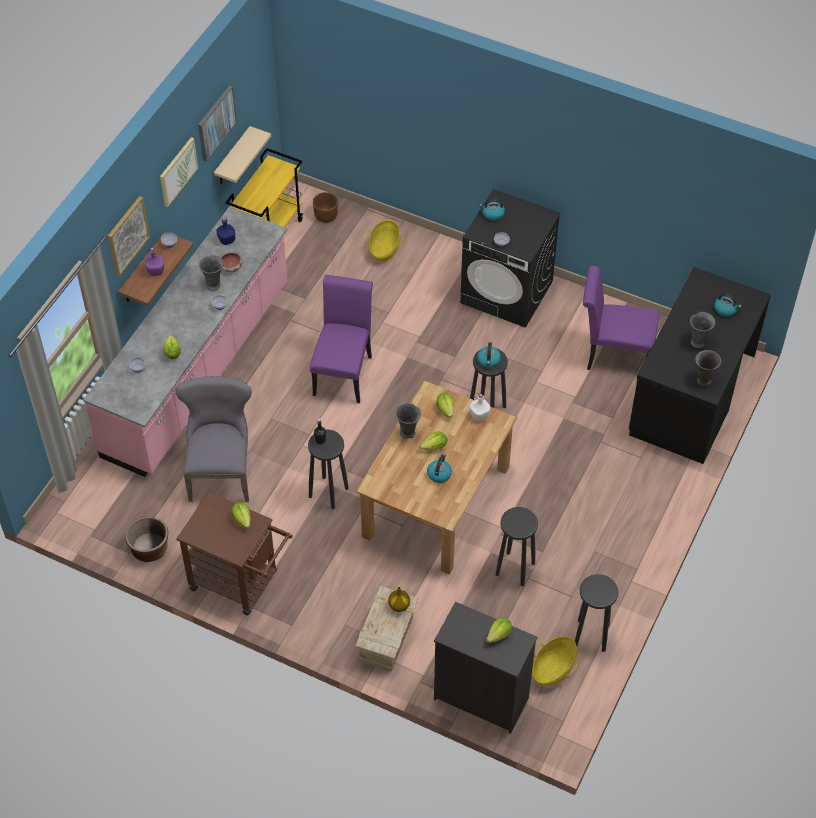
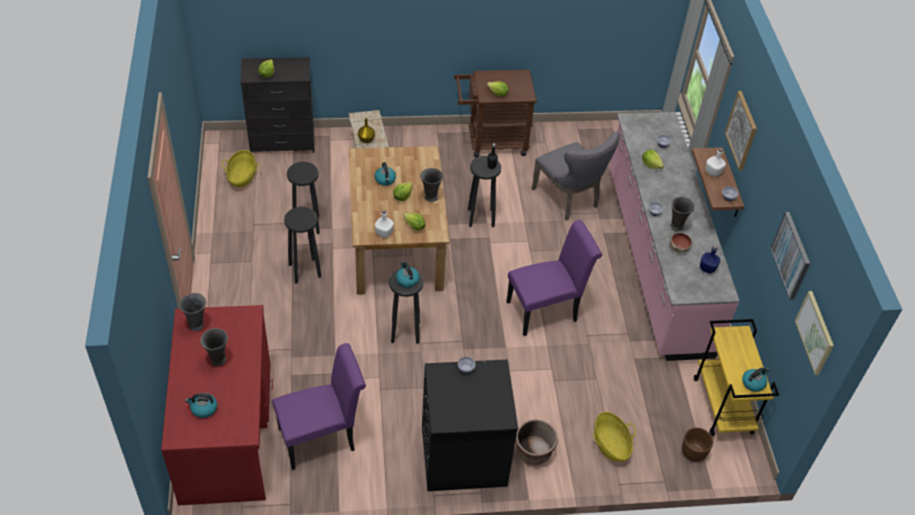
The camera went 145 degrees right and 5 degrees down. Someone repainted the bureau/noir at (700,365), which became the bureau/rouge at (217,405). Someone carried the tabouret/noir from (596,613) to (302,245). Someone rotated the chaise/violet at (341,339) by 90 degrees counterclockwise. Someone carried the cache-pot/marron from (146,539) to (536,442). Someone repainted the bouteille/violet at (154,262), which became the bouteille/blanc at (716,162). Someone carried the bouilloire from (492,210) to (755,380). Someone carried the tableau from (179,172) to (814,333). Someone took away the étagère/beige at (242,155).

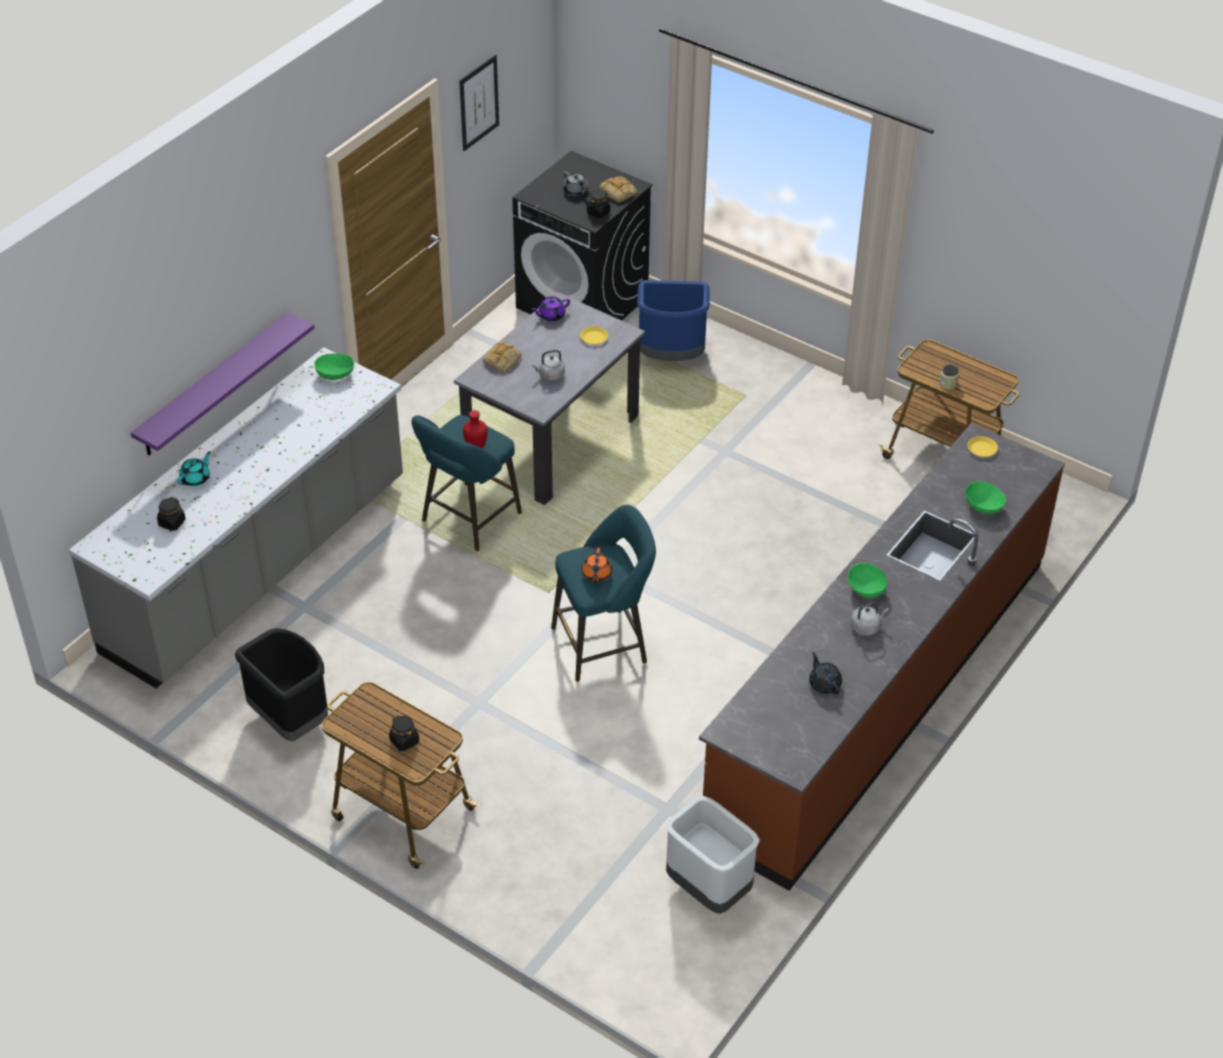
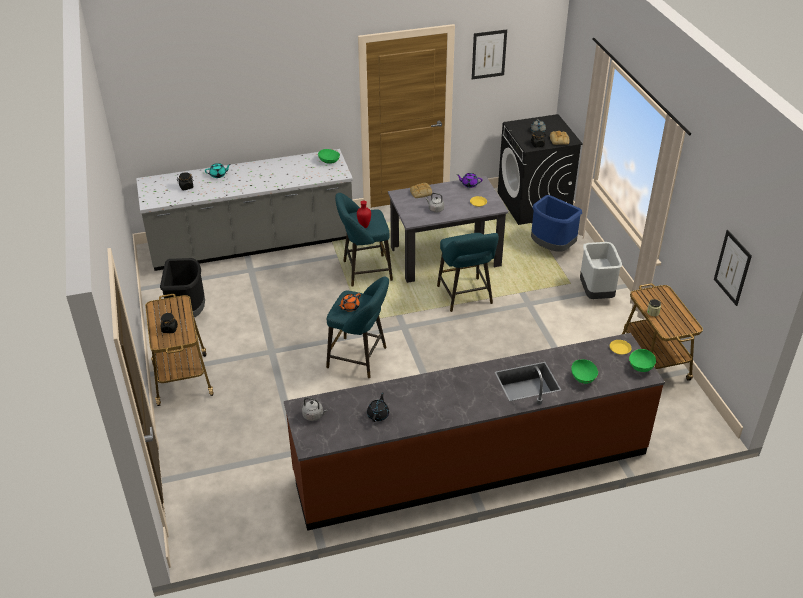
The camera went 40 degrees right and 5 degrees down. Someone carried the bouilloire/gris from (870,619) to (314,409). Someone put down the tabouret/turquoise at (468,272). Someone carried the poubelle/gris from (713,855) to (601,270). Someone carried the bol/vert from (867,580) to (642,360). Someone put up the tableau at (733,268). Someone took away the étagère/violet at (222,384).

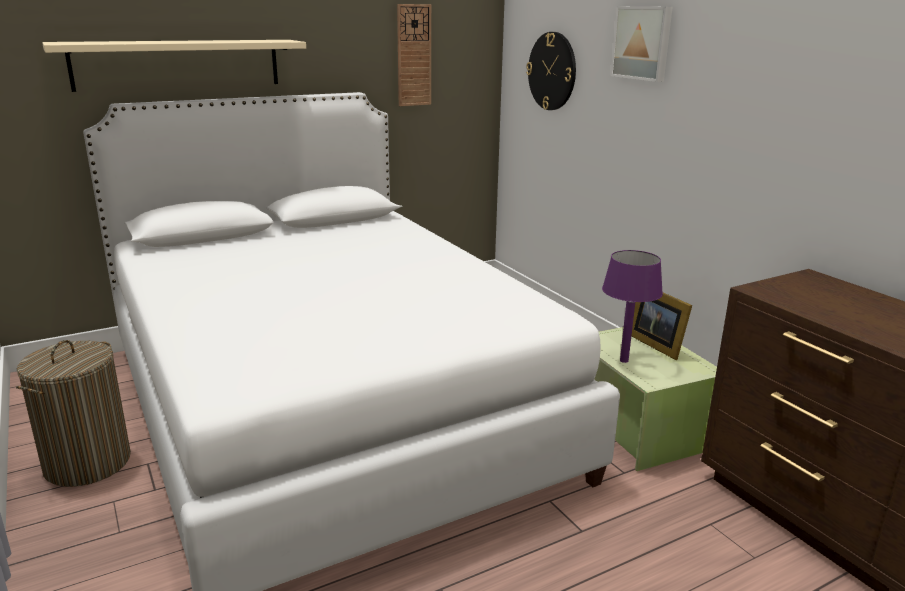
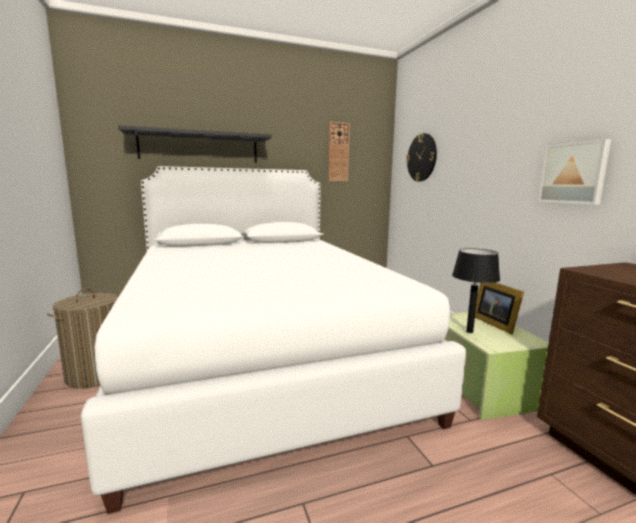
The camera went 10 degrees right and 10 degrees down. Someone repainted the étagère/beige at (174,66), which became the étagère/noir at (194,144). Someone repainted the lampe de table/violet at (632,306), which became the lampe de table/noir at (476,290). Someone carried the tableau from (642,44) to (574,172).

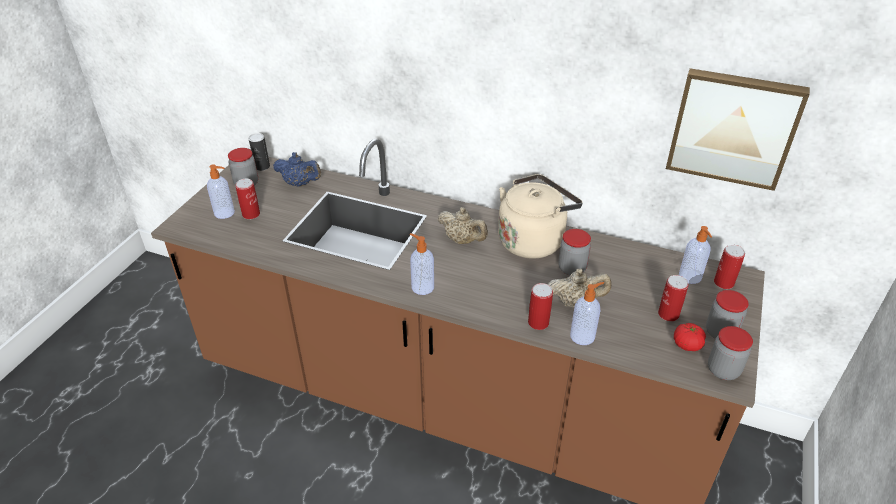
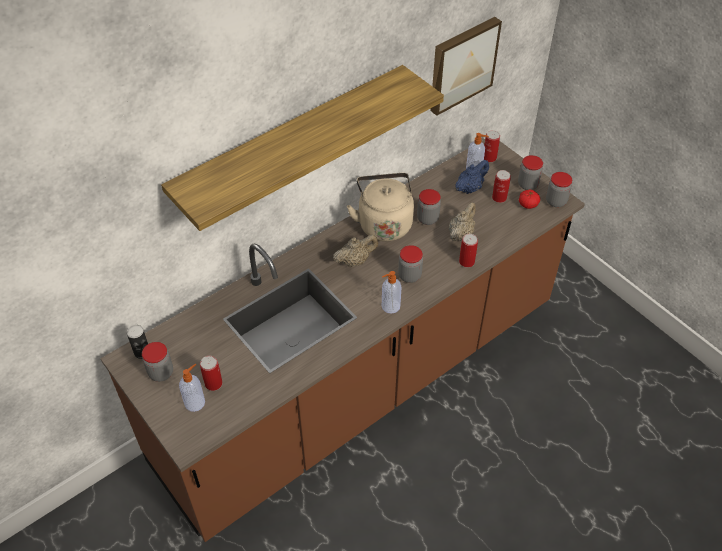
The camera went 60 degrees left and 10 degrees up. Someone put up the étagère at (302,148). Someone put down the bocal at (410,264). Someone carried the théière/bleu from (297,169) to (472,177). Someone took away the distributeur de savon at (587,313).

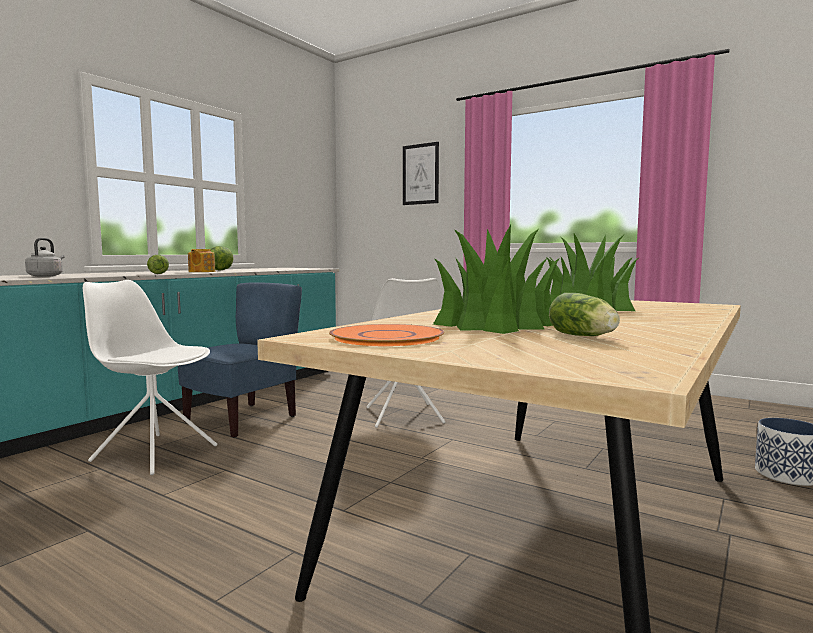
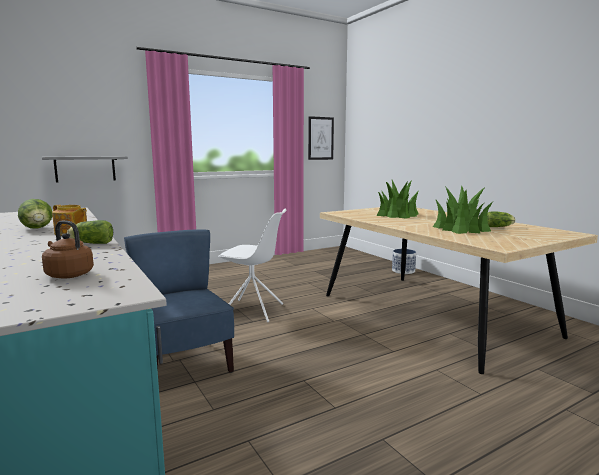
The camera went 65 degrees left and 5 degrees up. Someone put up the étagère/gris at (85,169). Someone repainted the bouilloire/gris at (45,257), which became the bouilloire/marron at (68,249). Someone carried the tableau from (421,173) to (321,138). Someone took away the chaise/blanc at (150,377). Someone took away the assiette/orange at (387,335).

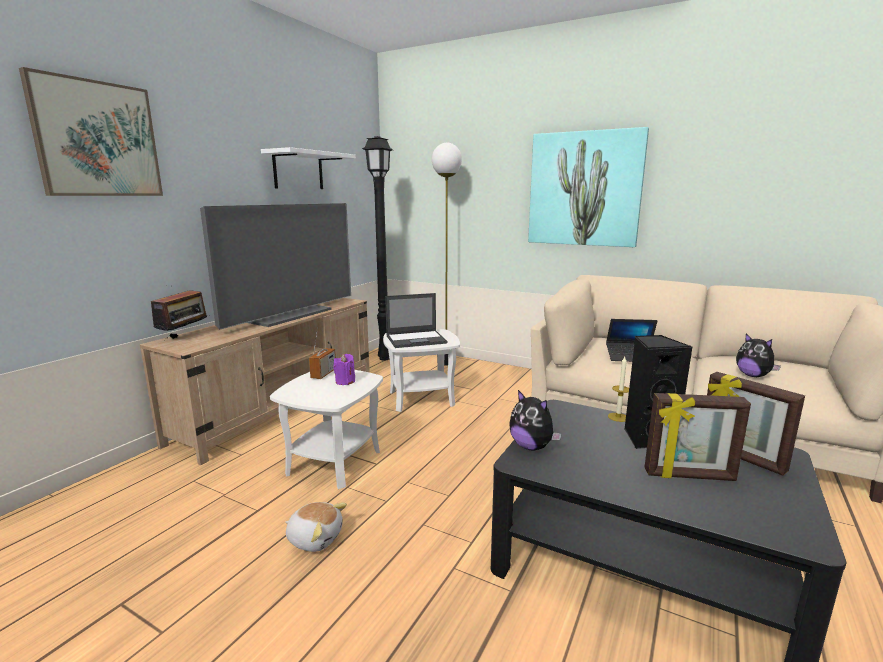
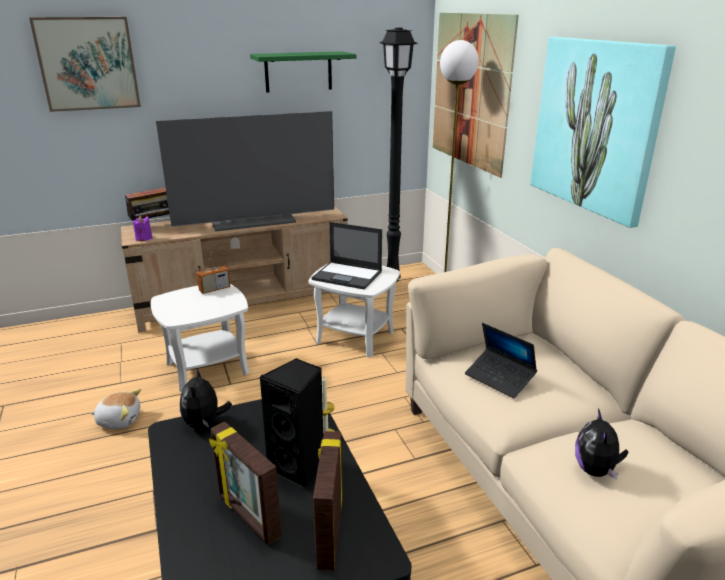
The camera went 40 degrees right and 10 degrees up. Someone rotated the peluche at (316,527) by 60 degrees counterclockwise. Someone carried the bougie/violet from (344,369) to (143,228). Someone repainted the étagère/blanc at (308,168), which became the étagère/vert at (303,72). Someone put up the tableau at (476,95).

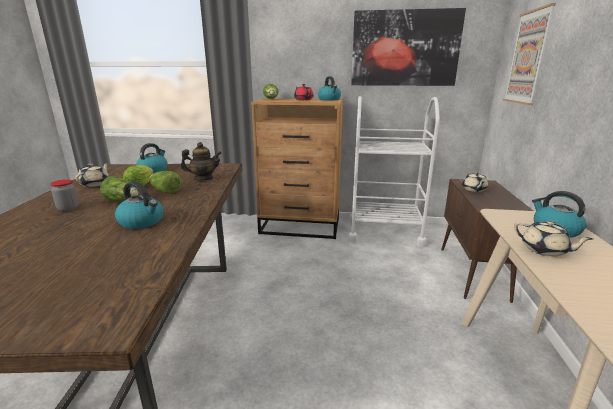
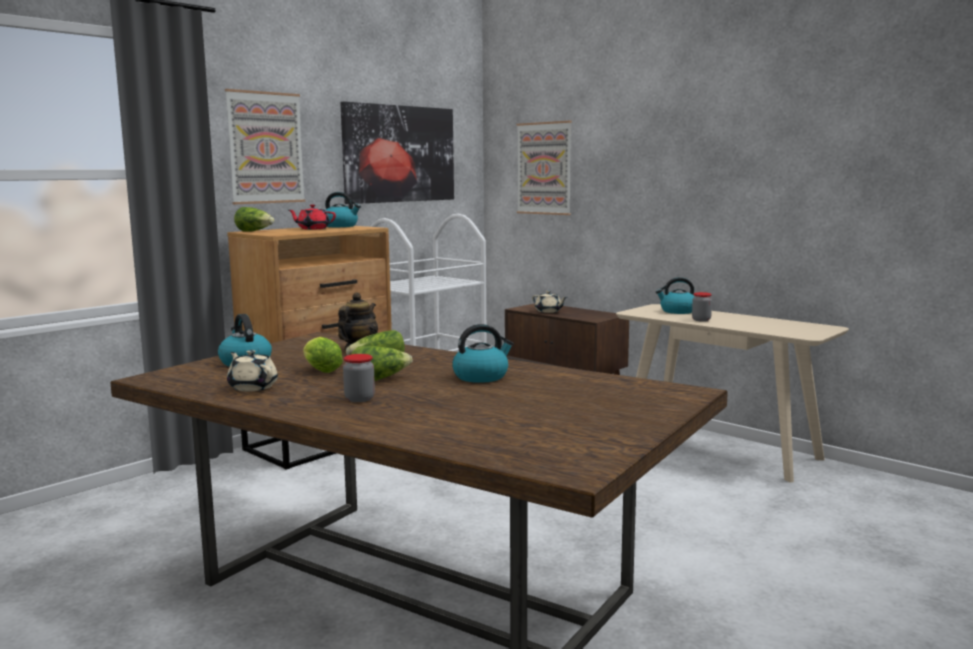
The camera went 55 degrees left and 10 degrees down. Someone put up the tableau at (265,146). Someone swapped the théière/beige at (553,239) for the bocal at (702,307).

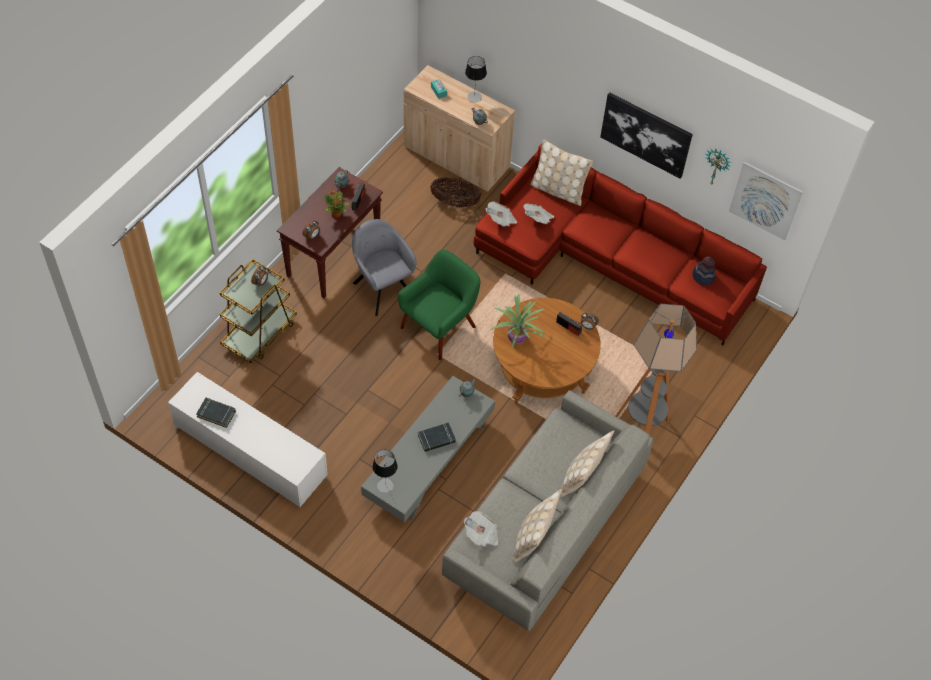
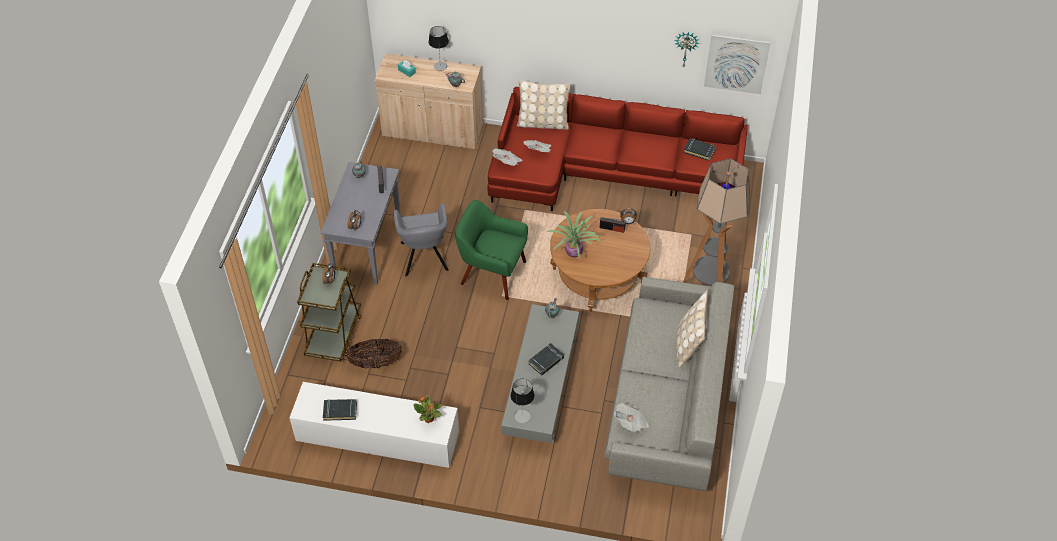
The camera went 20 degrees left and 5 degrees down. Someone repainted the table console/marron at (330,232), which became the table console/gris at (361,223). Someone carried the panier from (456,192) to (374,353). Someone rotated the fauteuil/gris at (384,267) by 135 degrees counterclockwise. Someone carried the plante en pot from (337,203) to (428,409). Someone rotated the fauteuil/vert at (439,305) by 90 degrees counterclockwise. Someone swapped the chapeau at (704,270) for the livre/noir at (700,149). Someone took away the coussin/beige at (537,526). Someone took away the tableau at (646,135).

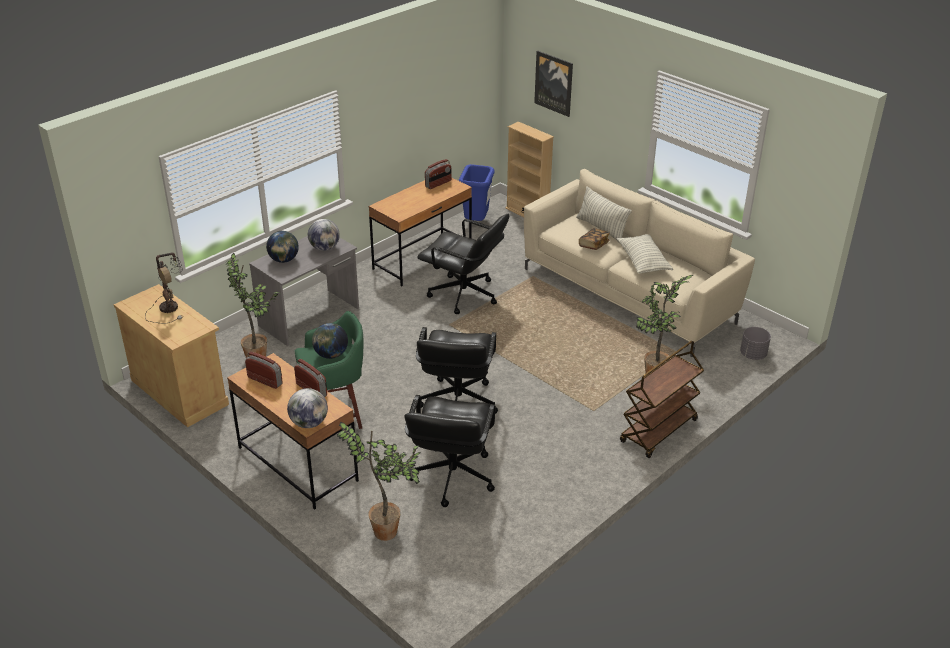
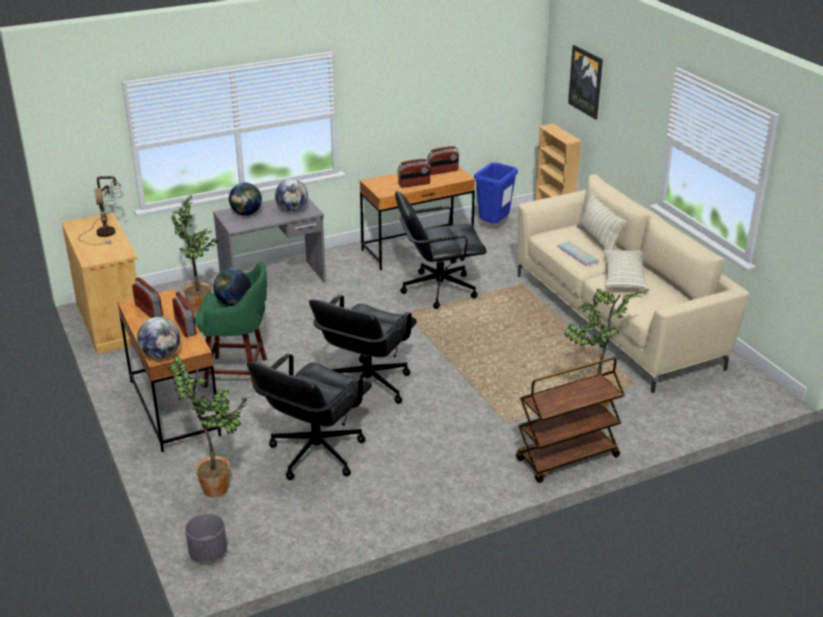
The camera went 20 degrees right and 5 degrees down. Someone carried the cache-pot/gris from (755,343) to (206,538). Someone rotated the chaise de bureau/noir at (463,264) by 120 degrees clockwise. Someone put down the radio at (414,173). Someone swapped the livre at (594,239) for the clavier at (578,253).

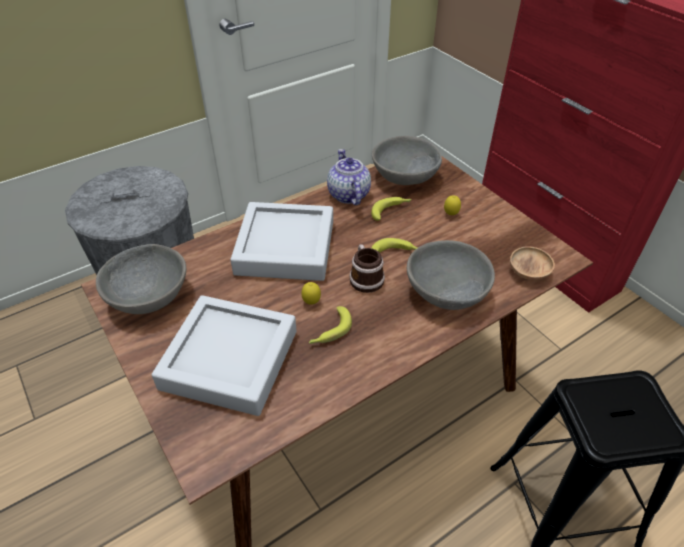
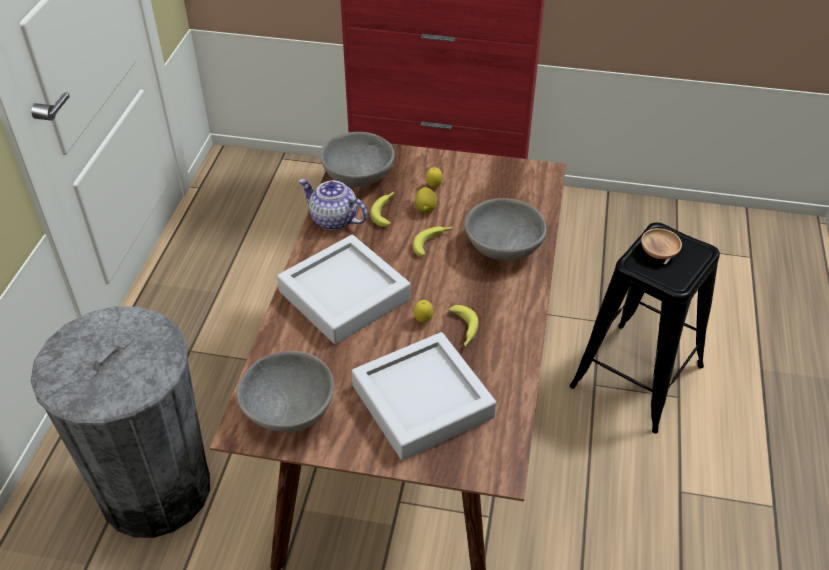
The camera went 45 degrees left and 0 degrees up. Someone put down the citron at (426,200). Someone carried the bol/marron from (532,263) to (661,243). Someone took away the mug at (367,268).

